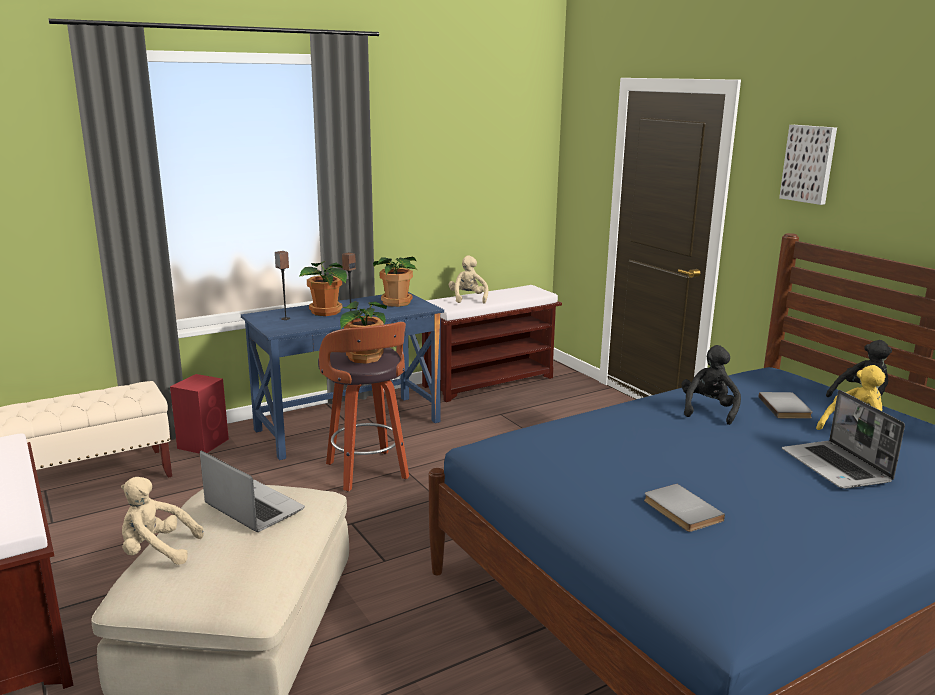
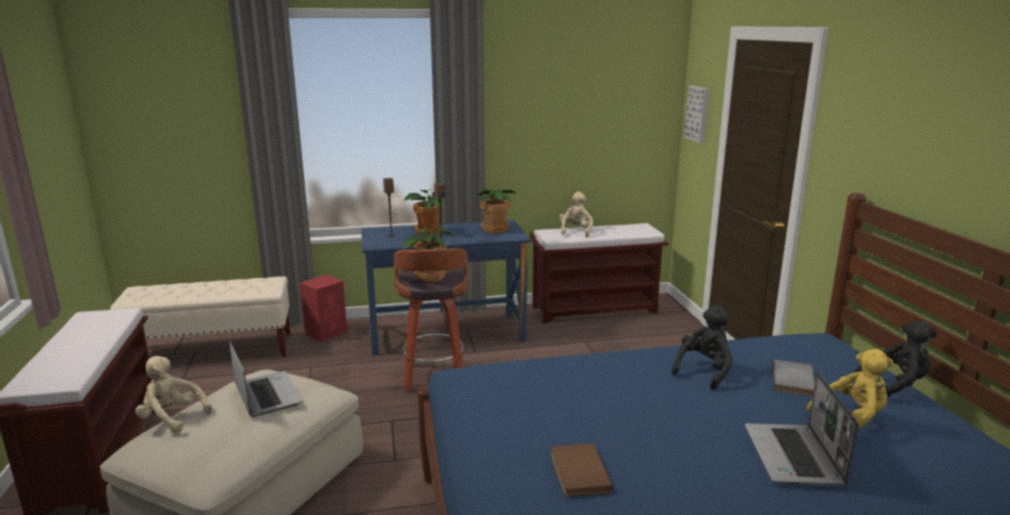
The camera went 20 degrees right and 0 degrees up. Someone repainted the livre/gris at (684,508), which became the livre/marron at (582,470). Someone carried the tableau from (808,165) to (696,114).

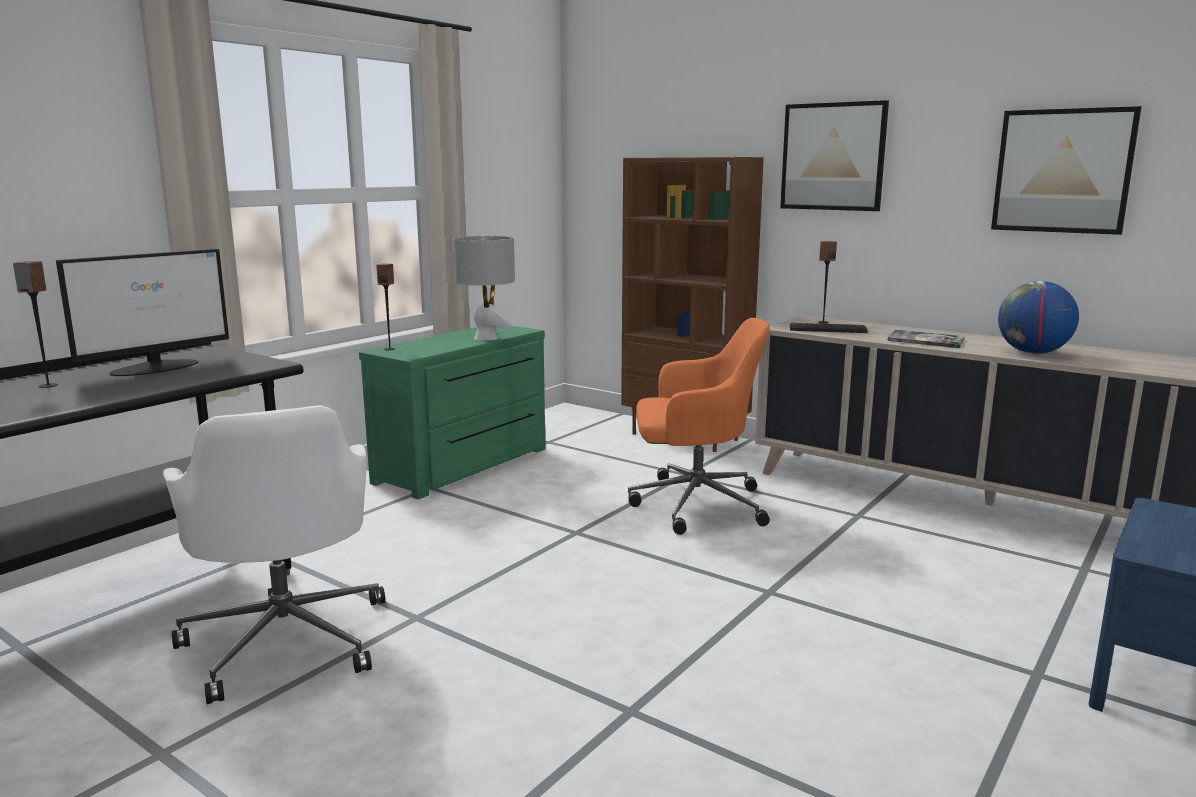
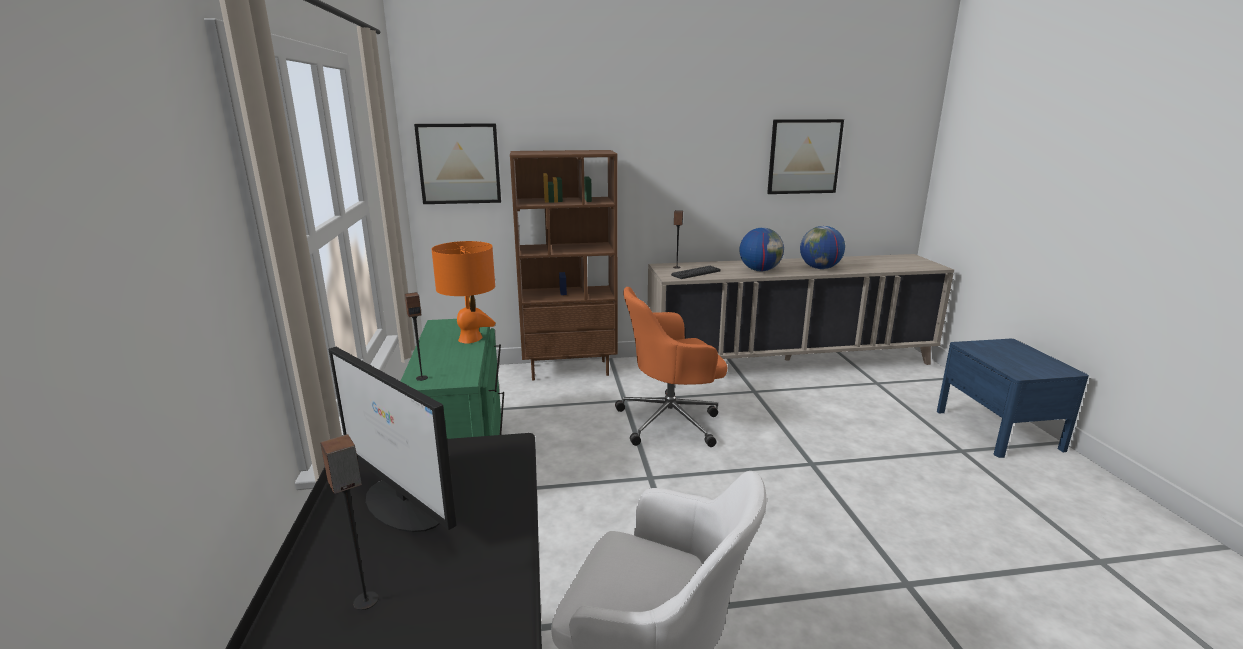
The camera went 45 degrees left and 5 degrees up. Someone rotated the écran d'ordinateur at (142,312) by 135 degrees clockwise. Someone carried the tableau from (834,155) to (457,163). Someone repainted the lampe de table/gris at (483,288), which became the lampe de table/orange at (464,292). Someone rotated the chaise de bureau/orange at (699,426) by 150 degrees counterclockwise. Someone swapped the livre at (926,339) for the globe at (761,249).

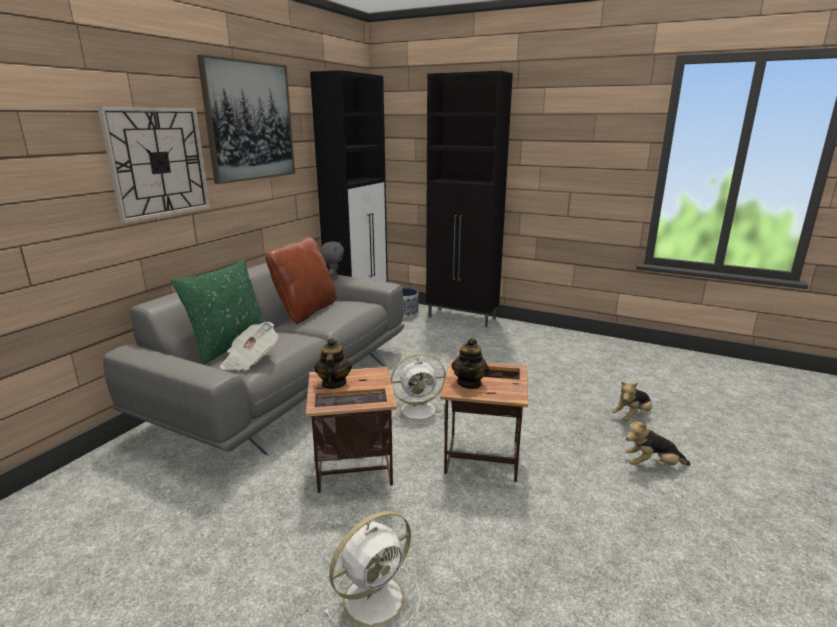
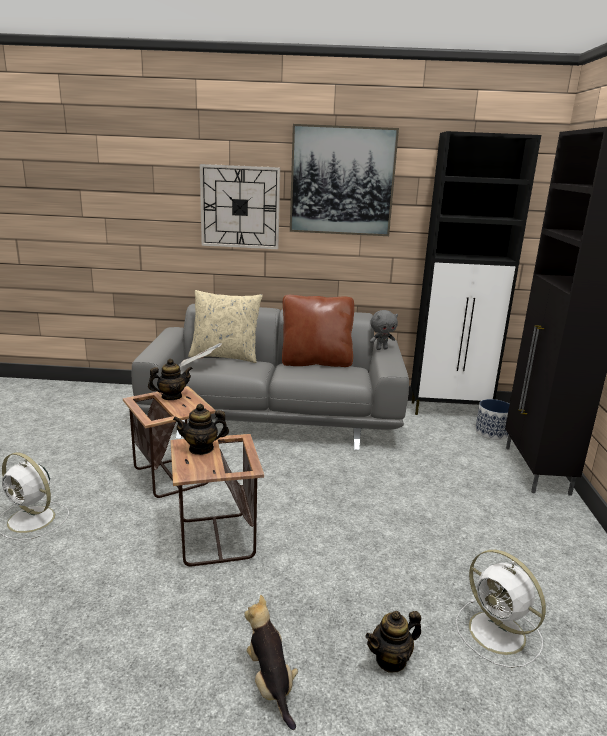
The camera went 65 degrees right and 0 degrees up. Someone repainted the coussin/vert at (217,312), which became the coussin/beige at (225,326). Someone swapped the peluche at (632,401) for the théière at (393,642). Someone carried the ventilateur/blanc from (418,389) to (501,609).

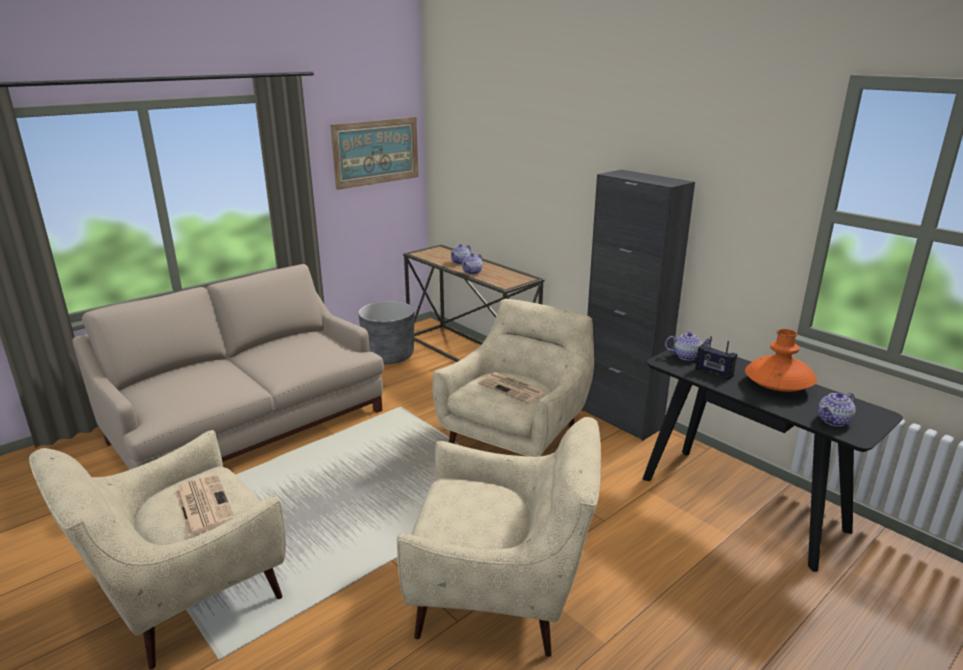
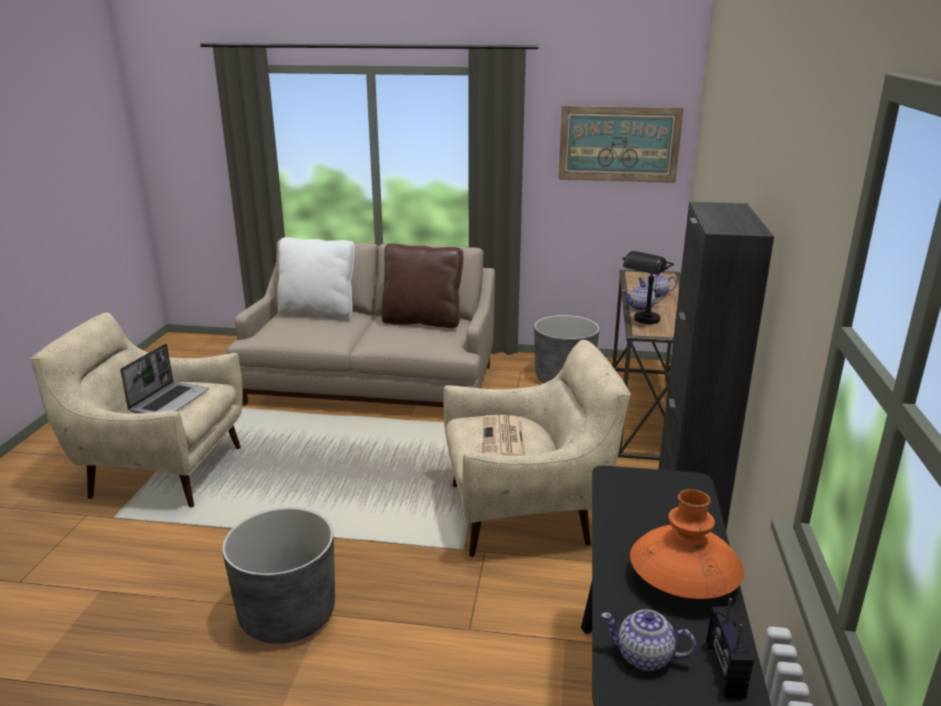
The camera went 50 degrees right and 0 degrees up. Someone swapped the journal at (205,505) for the ordinateur portable at (164,378). Someone swapped the fauteuil/beige at (499,537) for the cache-pot/gris at (278,575). Someone put down the coussin/blanc at (316,278). Someone put down the coussin/marron at (422,285). Someone put down the lampe de table/noir at (648,287). Someone carried the radio from (716,358) to (730,648). Someone took away the théière at (689,346).

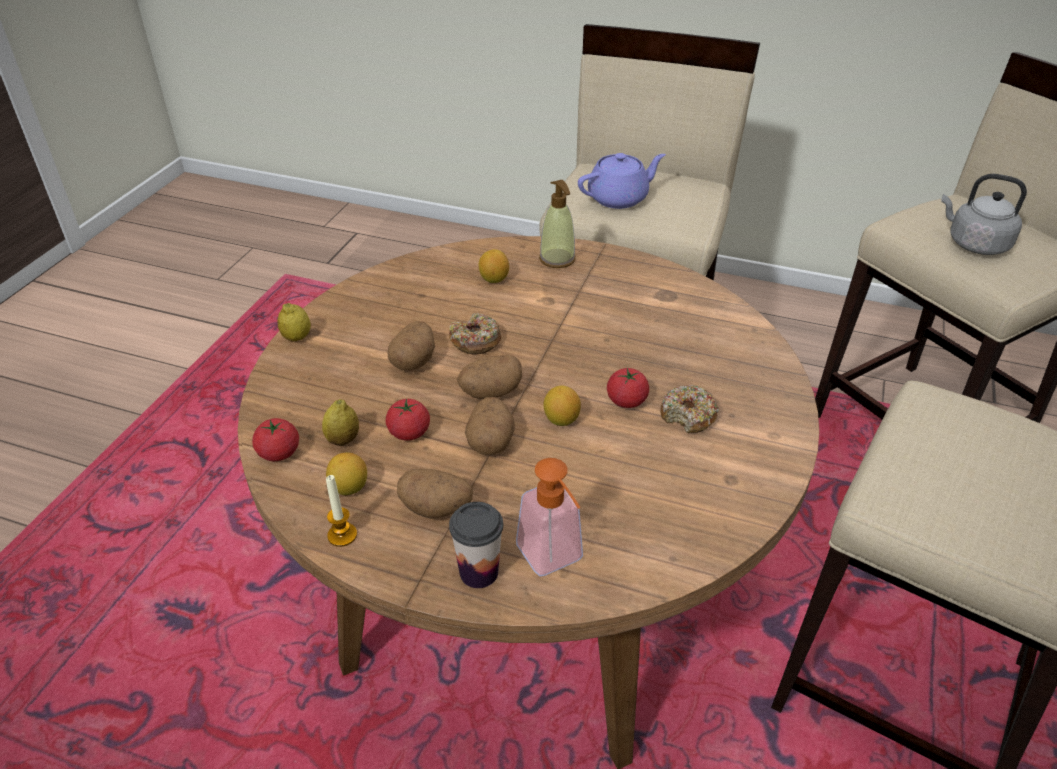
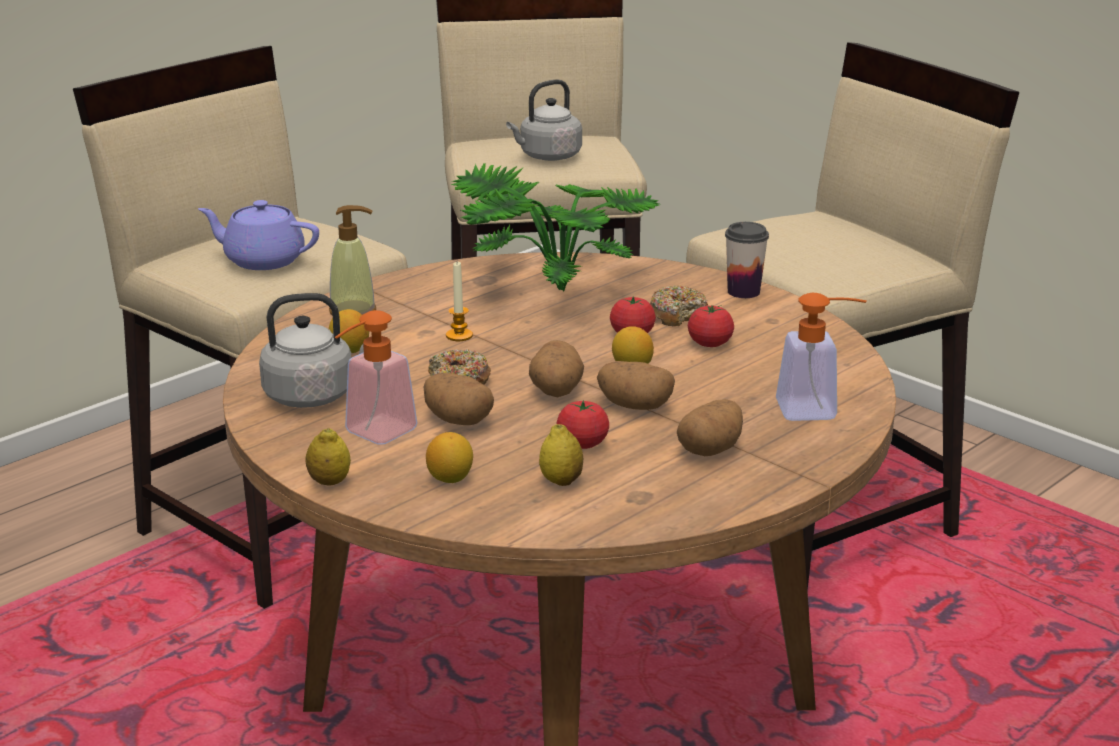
The camera went 65 degrees left and 15 degrees down. Someone rotated the théière/violet at (622,181) by 75 degrees counterclockwise. Someone put down the bouilloire/gris at (311,350). Someone put down the distributeur de savon at (376,377). Someone carried the citron from (346,473) to (449,457). Someone carried the bougie from (341,511) to (459,301). Someone put down the plante en pot at (555,227). Someone carried the tomate from (275,439) to (711,326). Someone carried the tasse from (476,545) to (747,260).

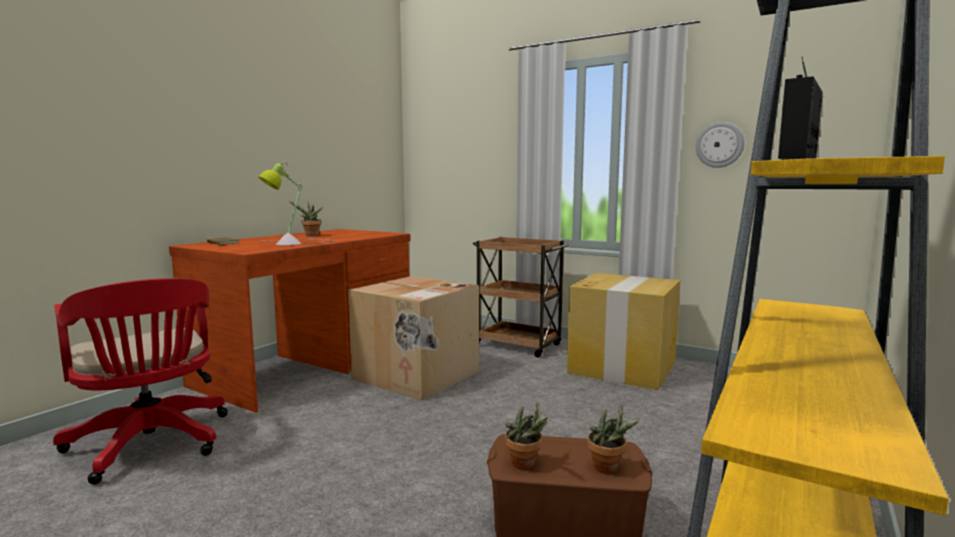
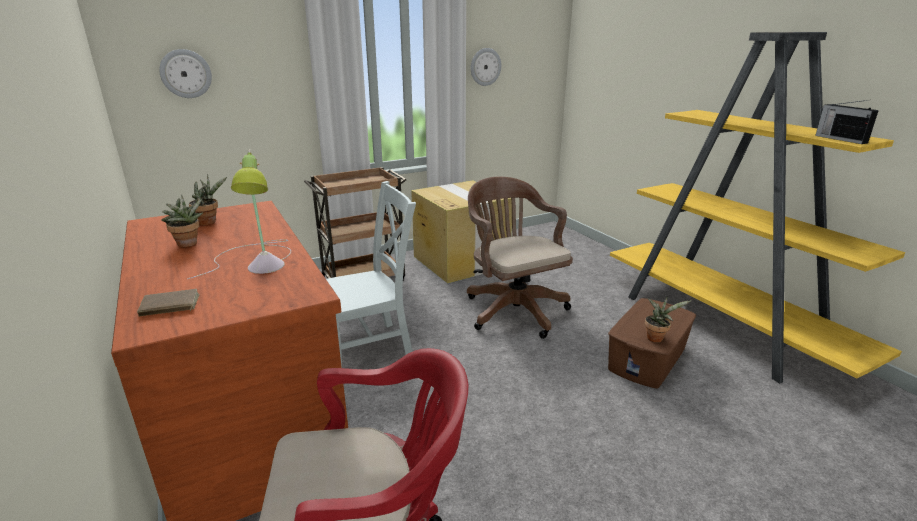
The camera went 60 degrees left and 15 degrees up. Someone put up the horloge murale at (185,73). Someone carried the plante en pot from (613,439) to (208,199). Someone swapped the carton at (413,338) for the chaise/gris at (371,274). Someone put down the chaise de bureau/marron at (520,258).

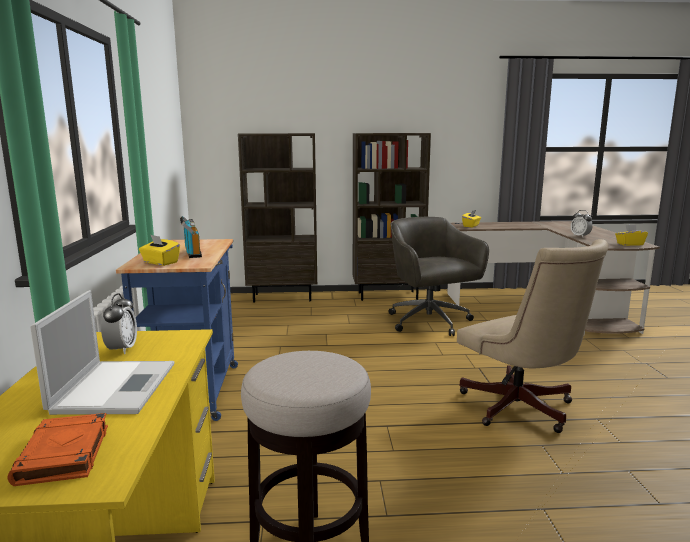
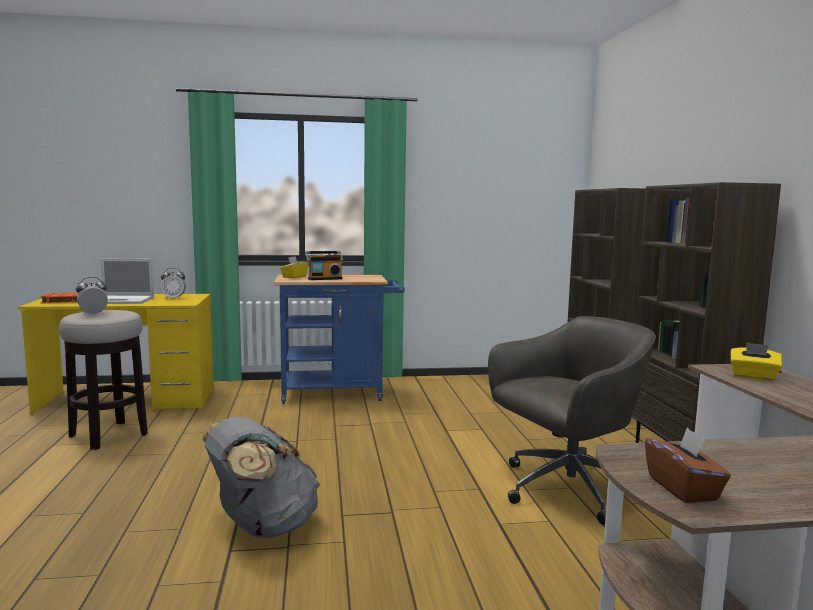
The camera went 85 degrees right and 5 degrees down. Someone carried the réveil from (582,223) to (92,296). Someone swapped the chaise de bureau/beige at (533,336) for the sac à dos/gris at (261,477). Someone repainted the boîte à mouchoirs/jaune at (631,235), which became the boîte à mouchoirs/marron at (688,465).

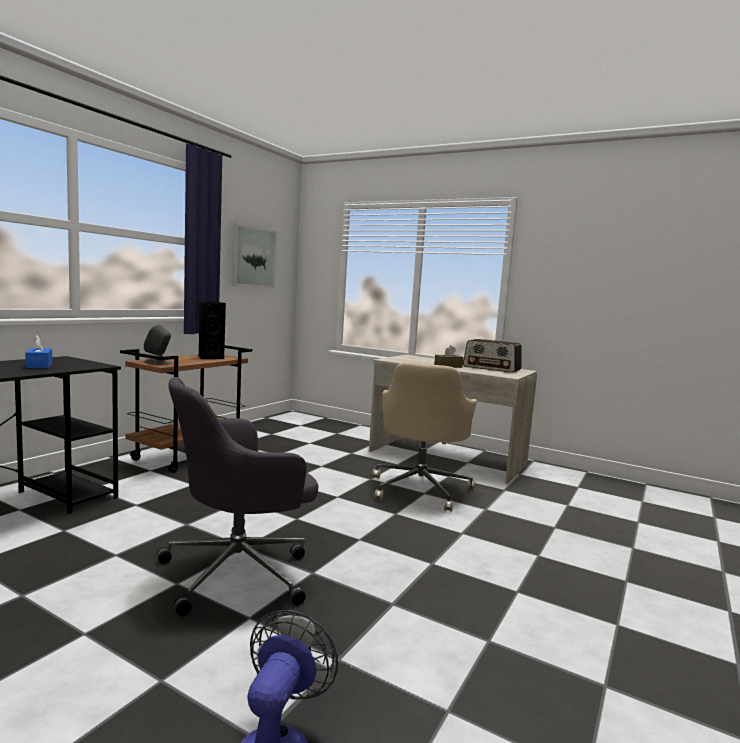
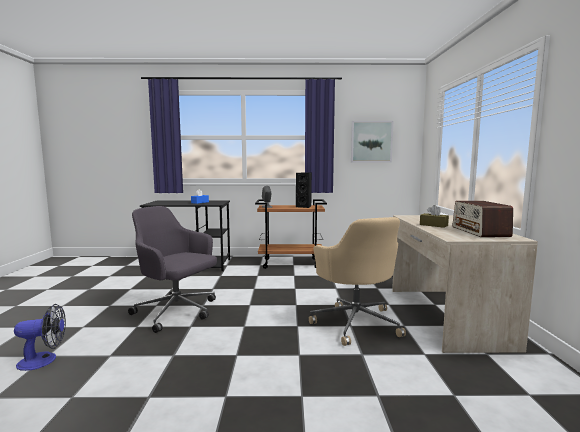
The camera went 60 degrees right and 0 degrees up. Someone rotated the chaise de bureau/beige at (424,437) by 90 degrees counterclockwise.

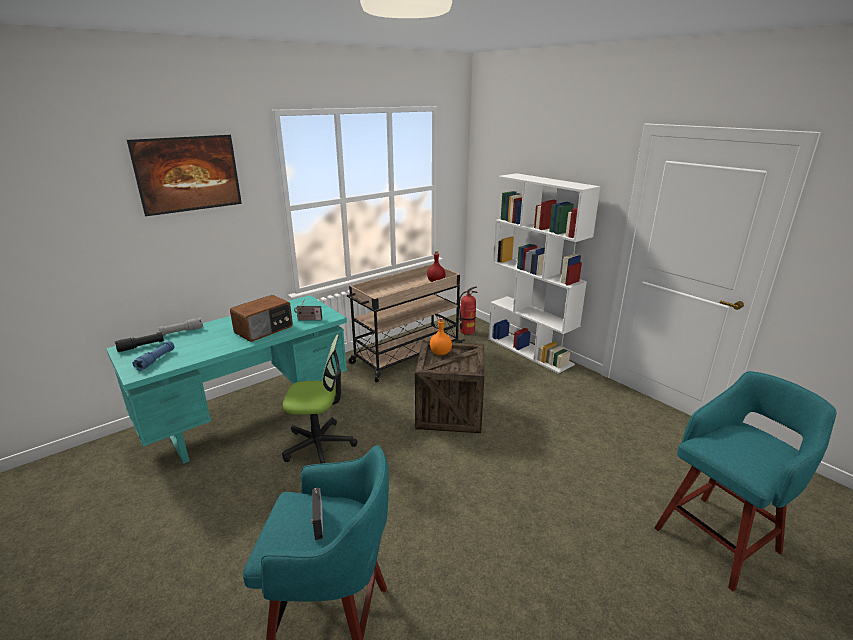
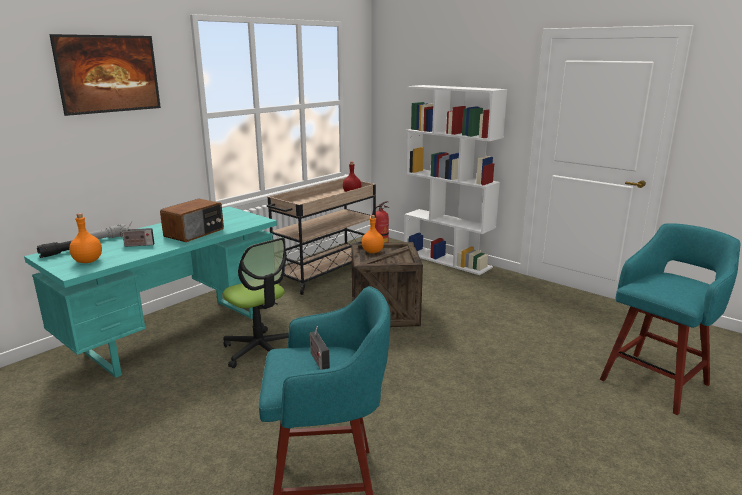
The camera went 10 degrees left and 5 degrees down. Someone swapped the lampe de poche/bleu at (154,356) for the bouteille/orange at (85,238). Someone carried the radio from (308,309) to (137,234). Someone rotated the chaise de bureau at (319,399) by 60 degrees clockwise.

